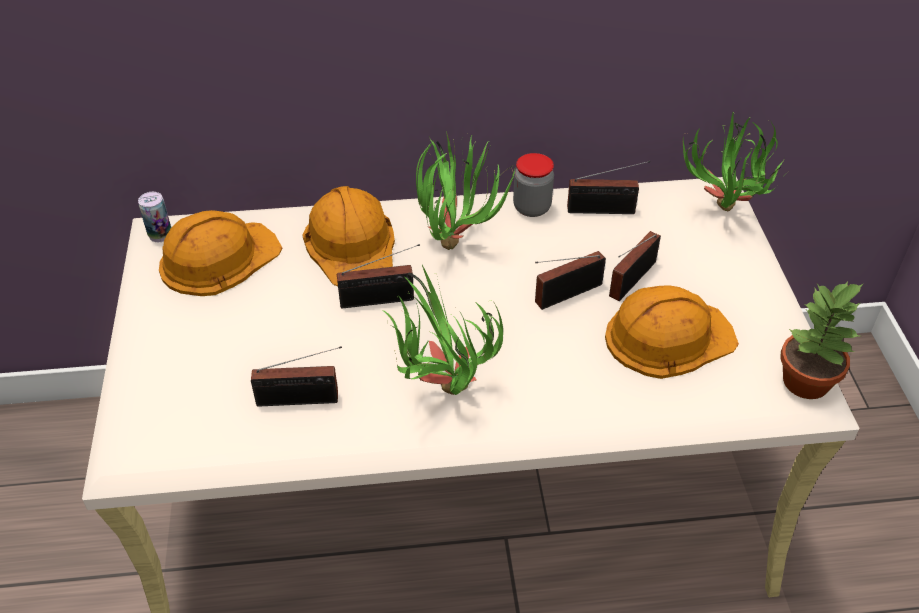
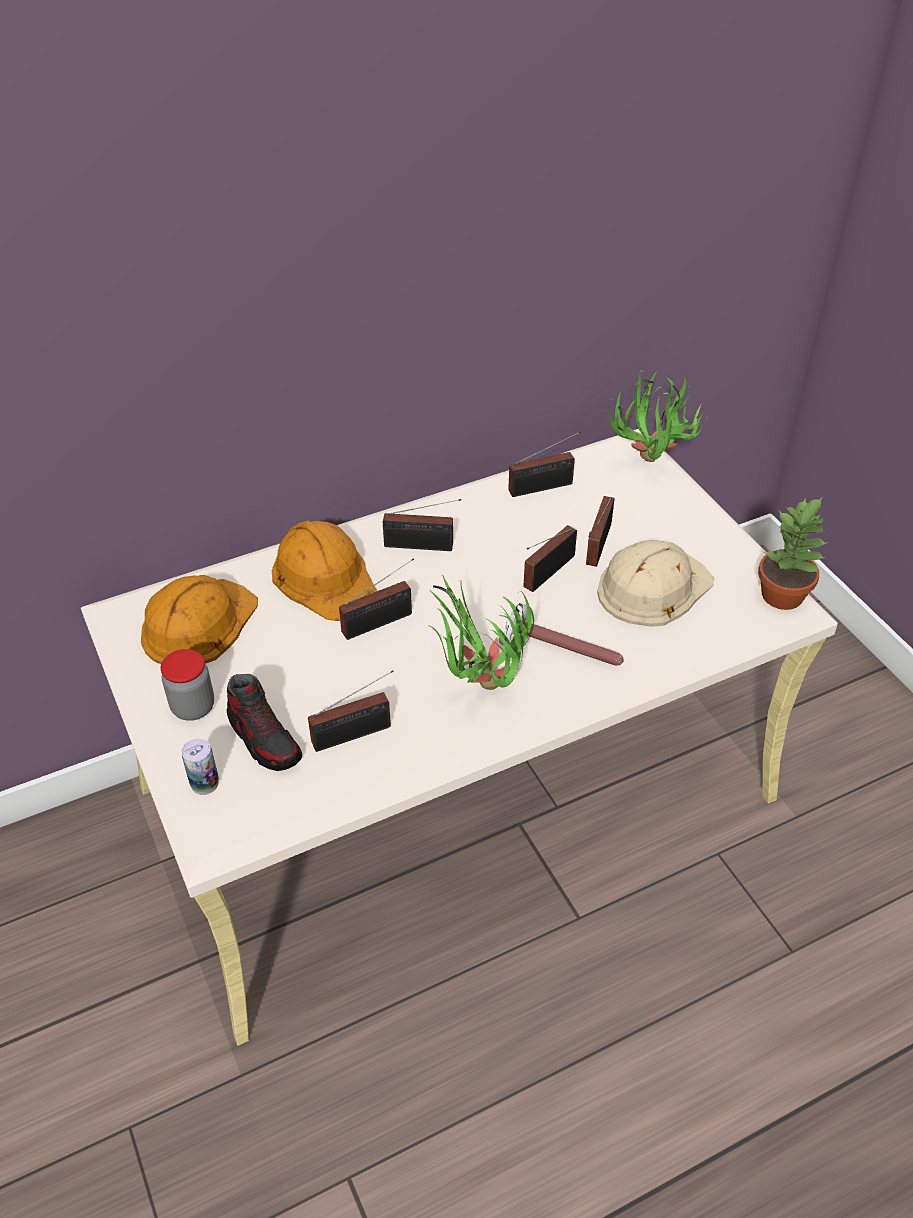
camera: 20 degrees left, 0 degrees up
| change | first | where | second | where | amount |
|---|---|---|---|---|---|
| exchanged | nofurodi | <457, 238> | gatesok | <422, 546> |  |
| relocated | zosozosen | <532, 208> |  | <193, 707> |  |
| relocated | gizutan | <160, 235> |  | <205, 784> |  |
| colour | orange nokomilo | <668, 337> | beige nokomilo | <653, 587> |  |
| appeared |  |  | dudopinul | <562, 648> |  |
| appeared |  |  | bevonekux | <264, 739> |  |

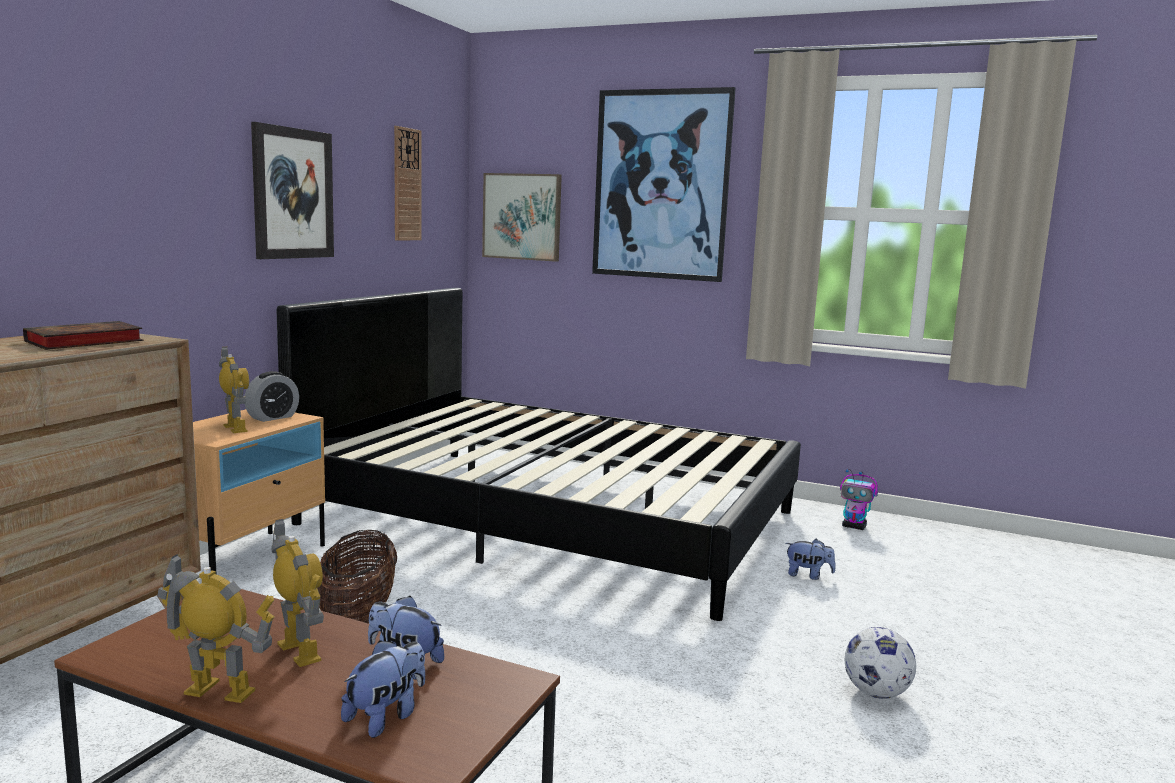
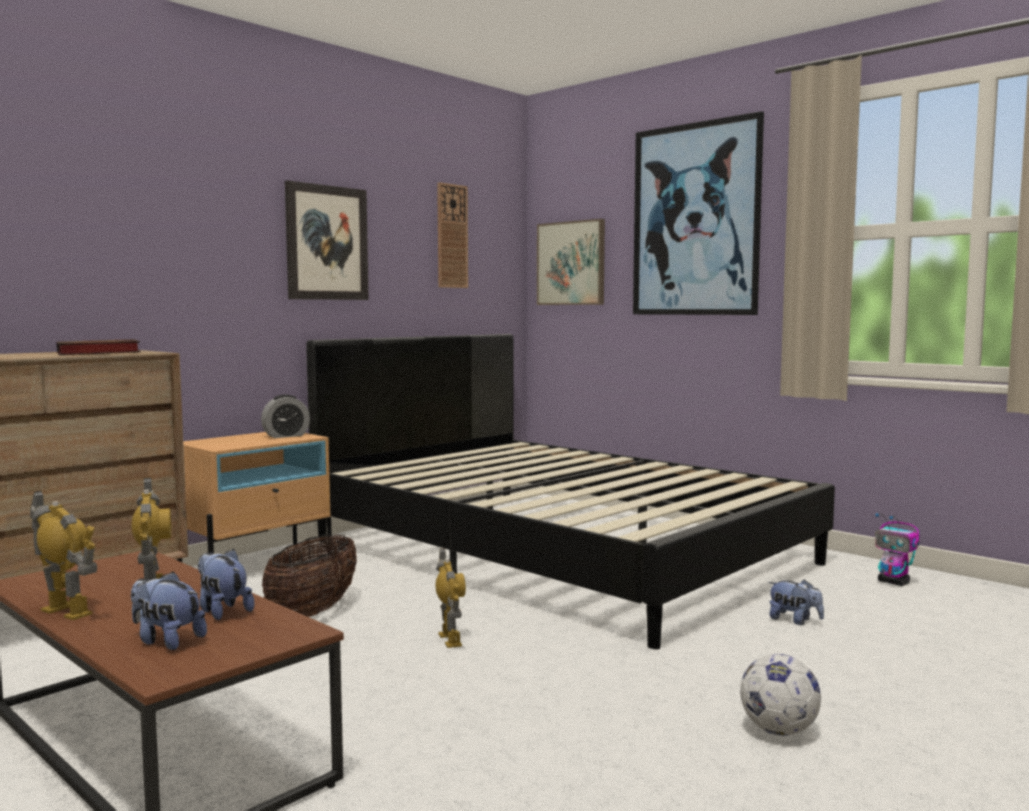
camera: 20 degrees right, 5 degrees down
| change | first | where | second | where | amount |
|---|---|---|---|---|---|
| relocated | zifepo | <235, 428> |  | <450, 639> |  |
| spun | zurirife | <386, 716> |  | <166, 641> | 120 degrees counterclockwise |

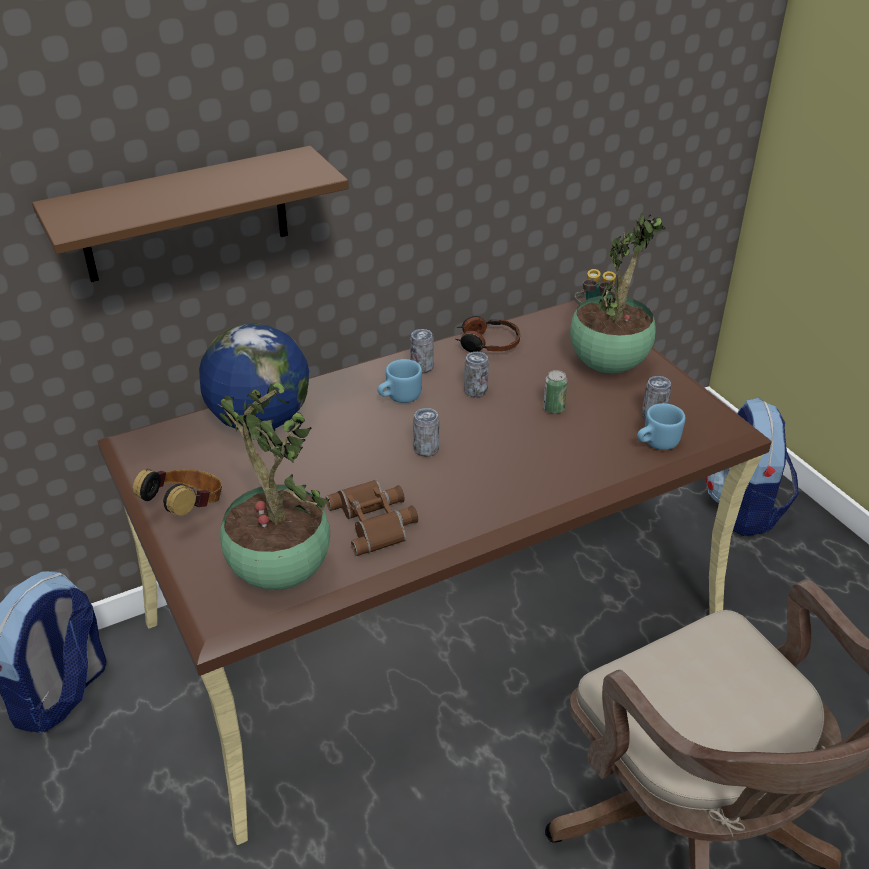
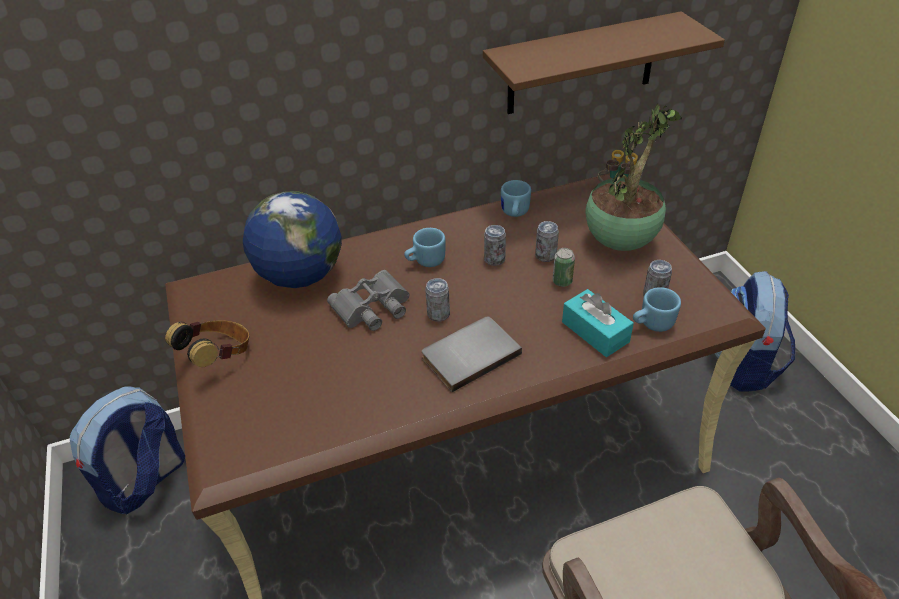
camera: 10 degrees right, 5 degrees up
| change | first | where | second | where | amount |
|---|---|---|---|---|---|
| relocated | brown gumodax | <185, 215> |  | <582, 64> |  |
| exchanged | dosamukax | <487, 343> | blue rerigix | <514, 213> |  |
| relocated | gizutan | <422, 368> |  | <545, 256> |  |
| missing | nofurodi | <278, 571> |  |  |  |
| missing | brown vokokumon | <375, 521> |  |  |  |
| appeared |  |  | grey vokokumon | <373, 308> |  |
| appeared |  |  | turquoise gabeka | <595, 332> |  |
| appeared |  |  | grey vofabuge | <469, 354> |  |

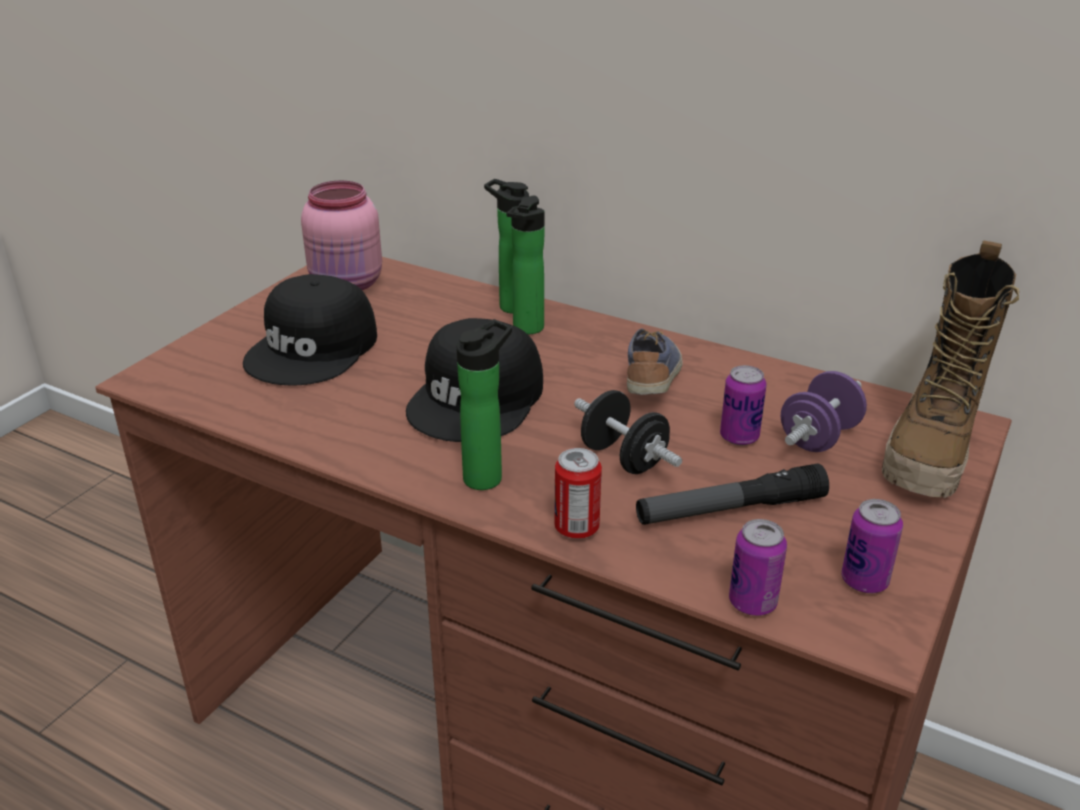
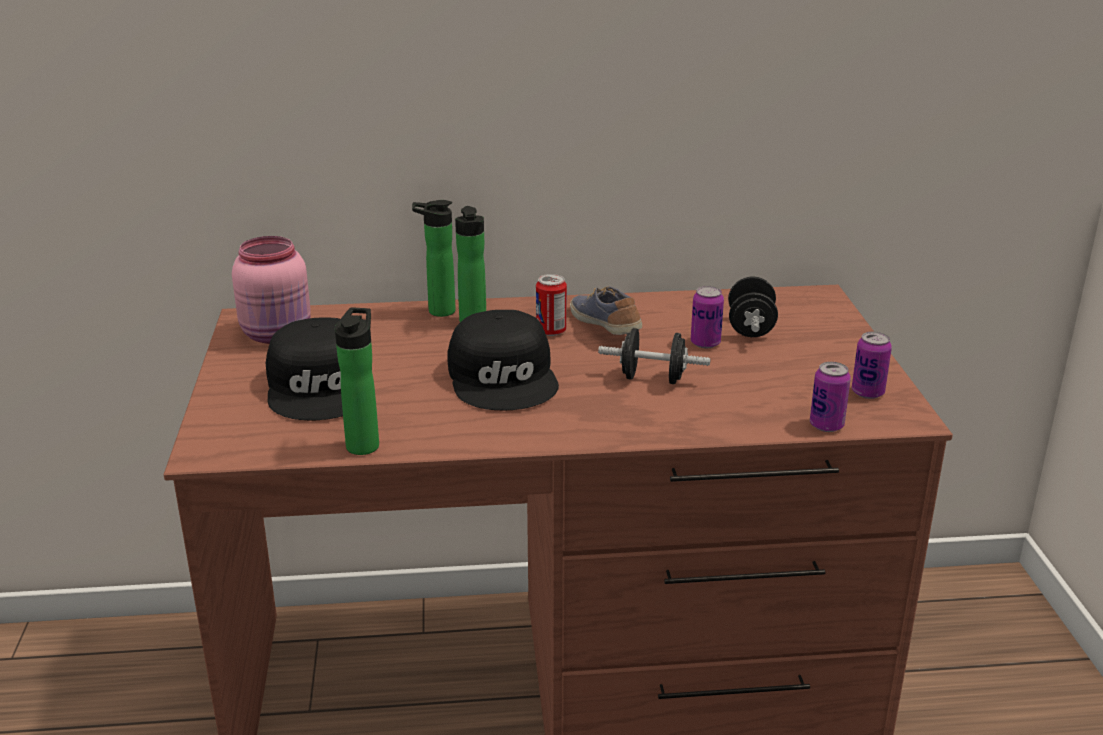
camera: 35 degrees left, 5 degrees down
| change | first | where | second | where | amount |
|---|---|---|---|---|---|
| missing | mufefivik | <931, 453> |  |  |  |
| relocated | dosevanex | <487, 476> |  | <364, 444> |  |
| colour | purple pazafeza | <819, 437> | black pazafeza | <750, 328> |  |
| relocated | gizutan | <576, 528> |  | <551, 331> |  |
| missing | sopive | <730, 509> |  |  |  |

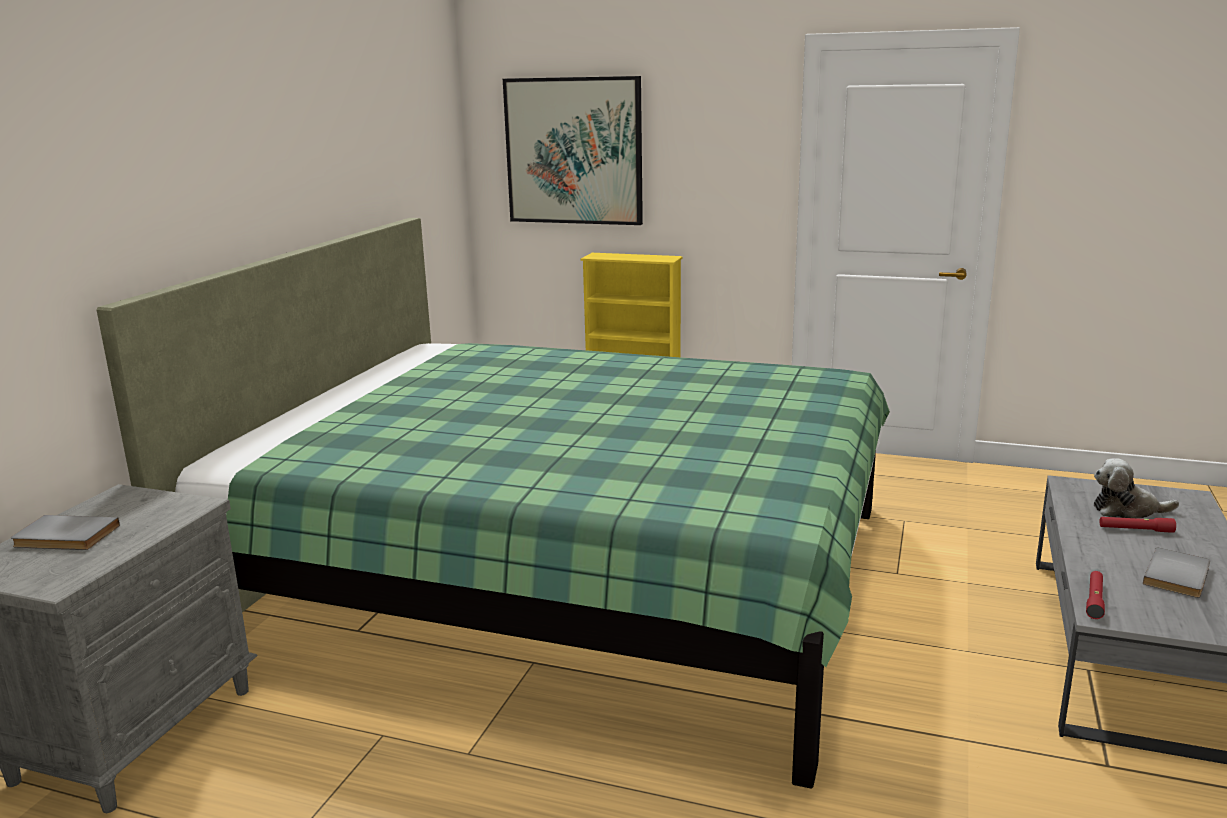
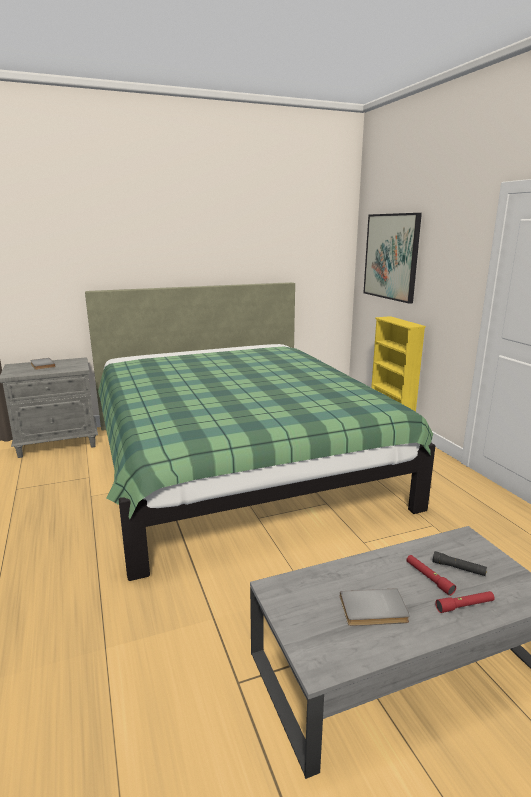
camera: 50 degrees right, 0 degrees up
| change | first | where | second | where | amount |
|---|---|---|---|---|---|
| exchanged | zurirife | <1127, 510> | black sopive | <458, 568> |  |
| relocated | red sopive | <1094, 600> |  | <464, 606> |  |

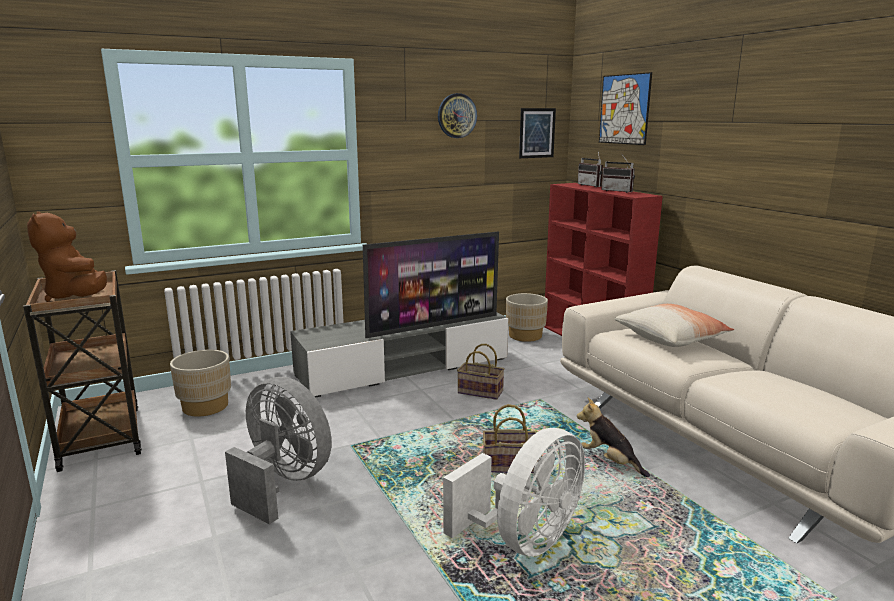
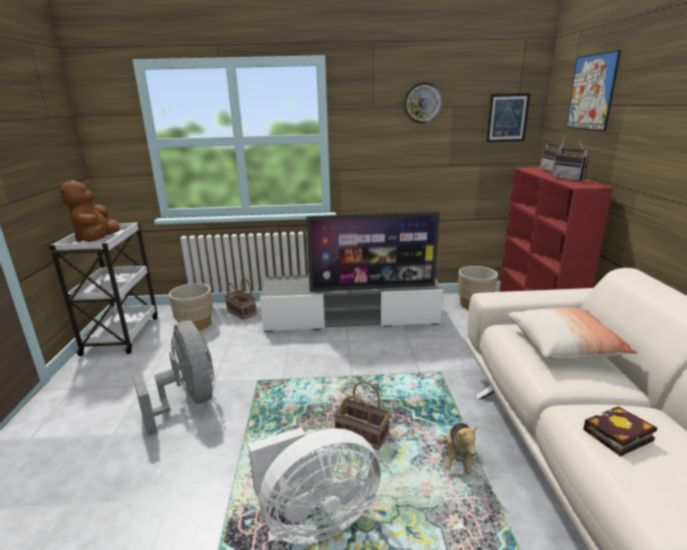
camera: 25 degrees right, 5 degrees up
| change | first | where | second | where | amount |
|---|---|---|---|---|---|
| colour | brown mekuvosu | <101, 436> | white mekuvosu | <122, 334> |  |
| relocated | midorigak | <479, 392> |  | <240, 312> |  |
| spun | zurirife | <609, 461> |  | <458, 457> | 150 degrees counterclockwise |
| appeared |  |  | vofabuge | <617, 436> |  |

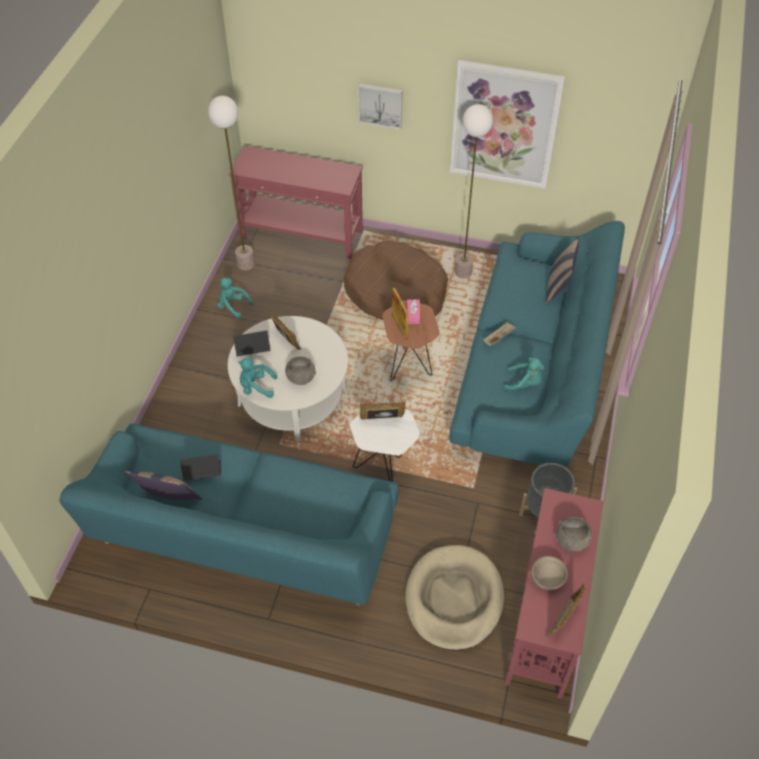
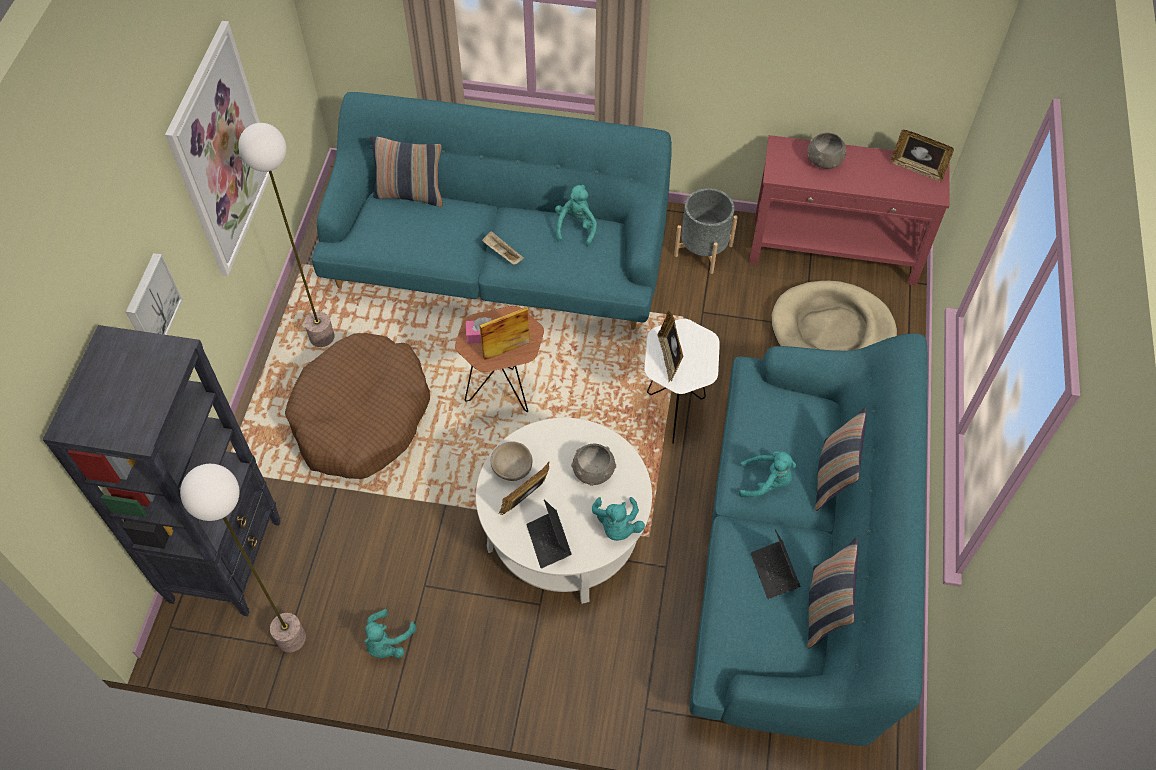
camera: 95 degrees left, 5 degrees up
| change | first | where | second | where | amount |
|---|---|---|---|---|---|
| exchanged | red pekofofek | <301, 235> | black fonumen | <226, 560> |  |
| relocated | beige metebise | <547, 578> |  | <511, 468> |  |
| appeared |  |  | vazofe | <832, 477> |  |
| appeared |  |  | turquoise zurirife | <766, 482> |  |

